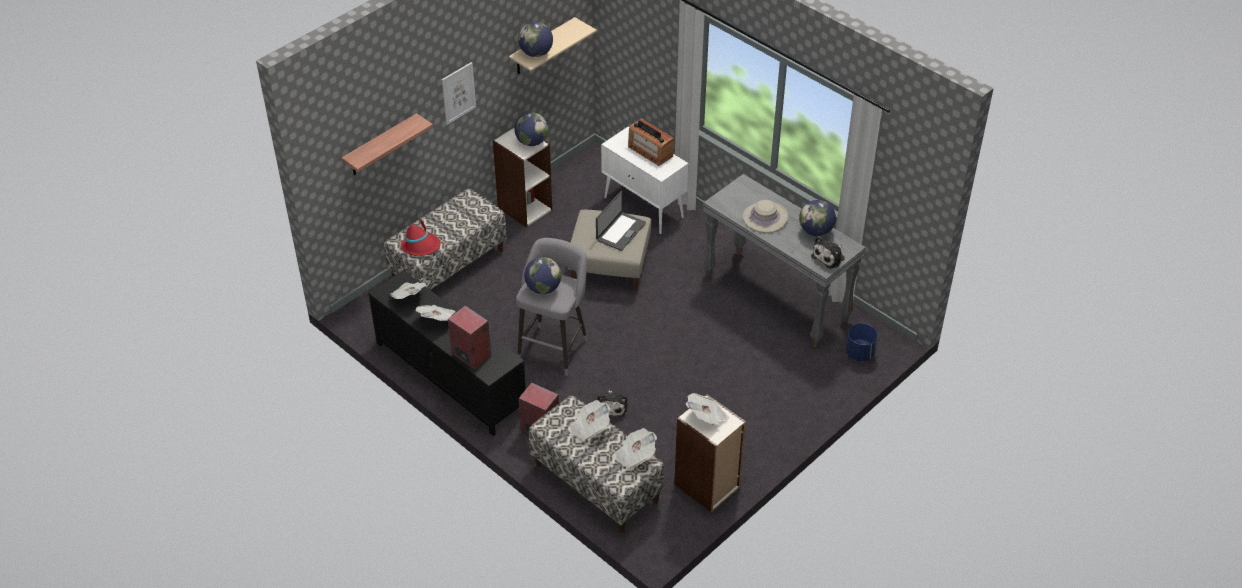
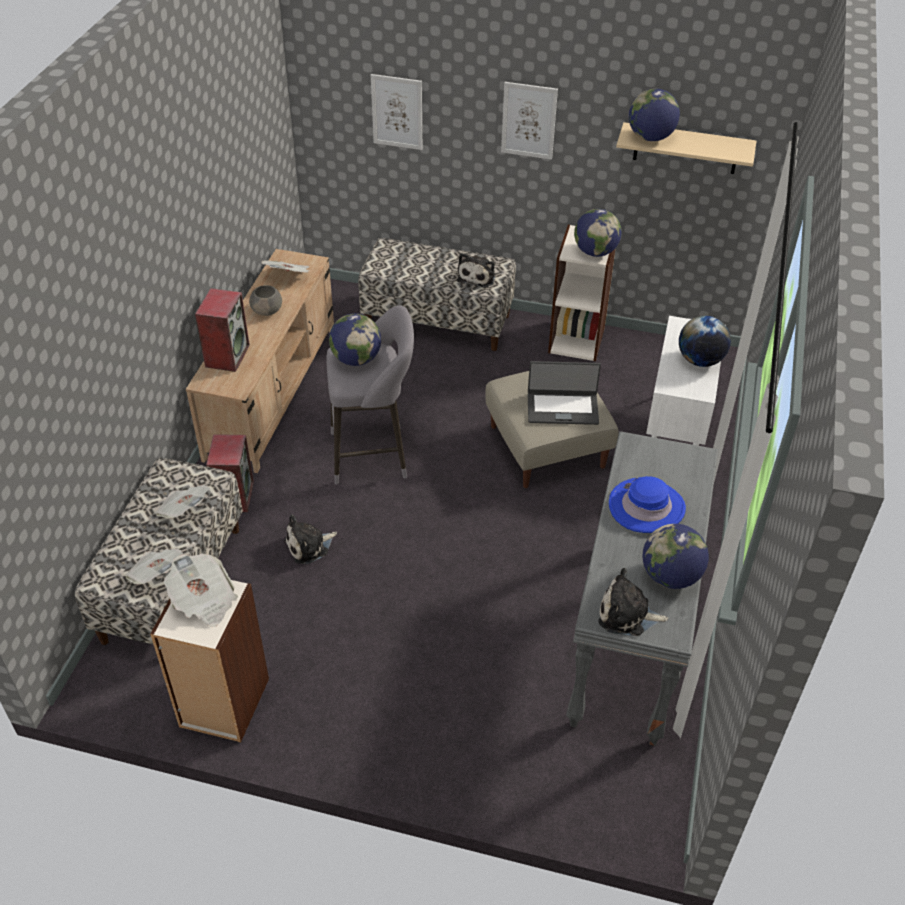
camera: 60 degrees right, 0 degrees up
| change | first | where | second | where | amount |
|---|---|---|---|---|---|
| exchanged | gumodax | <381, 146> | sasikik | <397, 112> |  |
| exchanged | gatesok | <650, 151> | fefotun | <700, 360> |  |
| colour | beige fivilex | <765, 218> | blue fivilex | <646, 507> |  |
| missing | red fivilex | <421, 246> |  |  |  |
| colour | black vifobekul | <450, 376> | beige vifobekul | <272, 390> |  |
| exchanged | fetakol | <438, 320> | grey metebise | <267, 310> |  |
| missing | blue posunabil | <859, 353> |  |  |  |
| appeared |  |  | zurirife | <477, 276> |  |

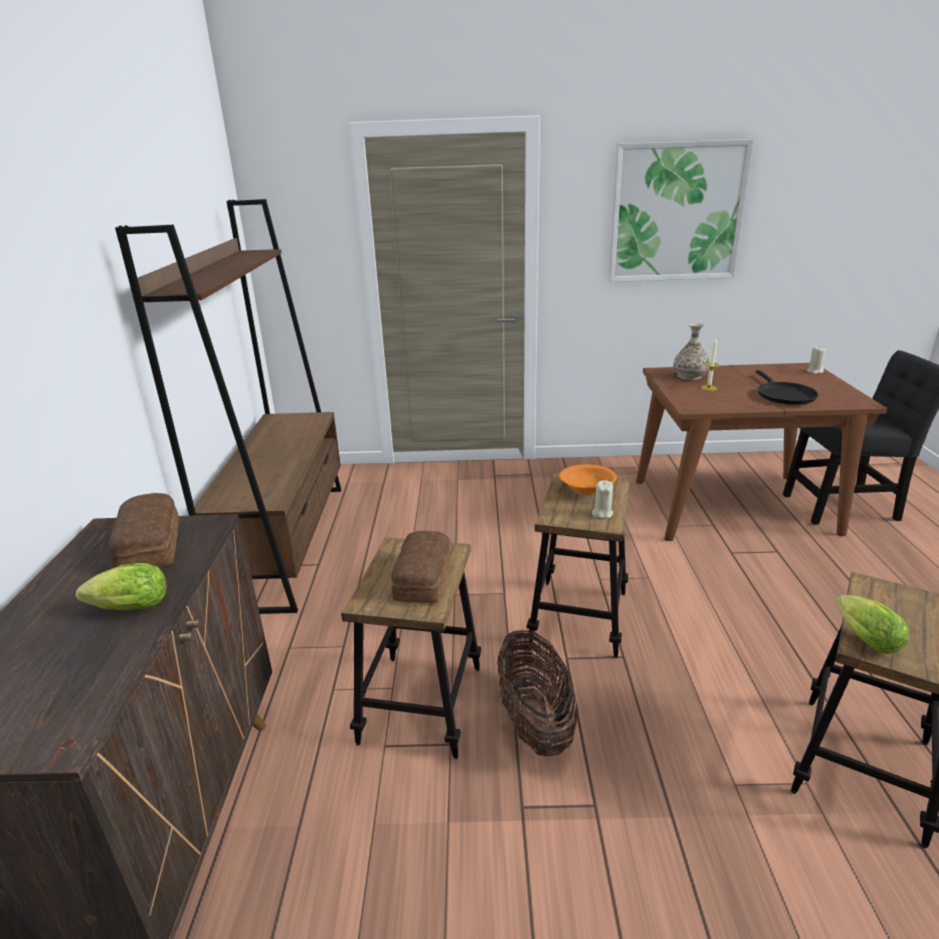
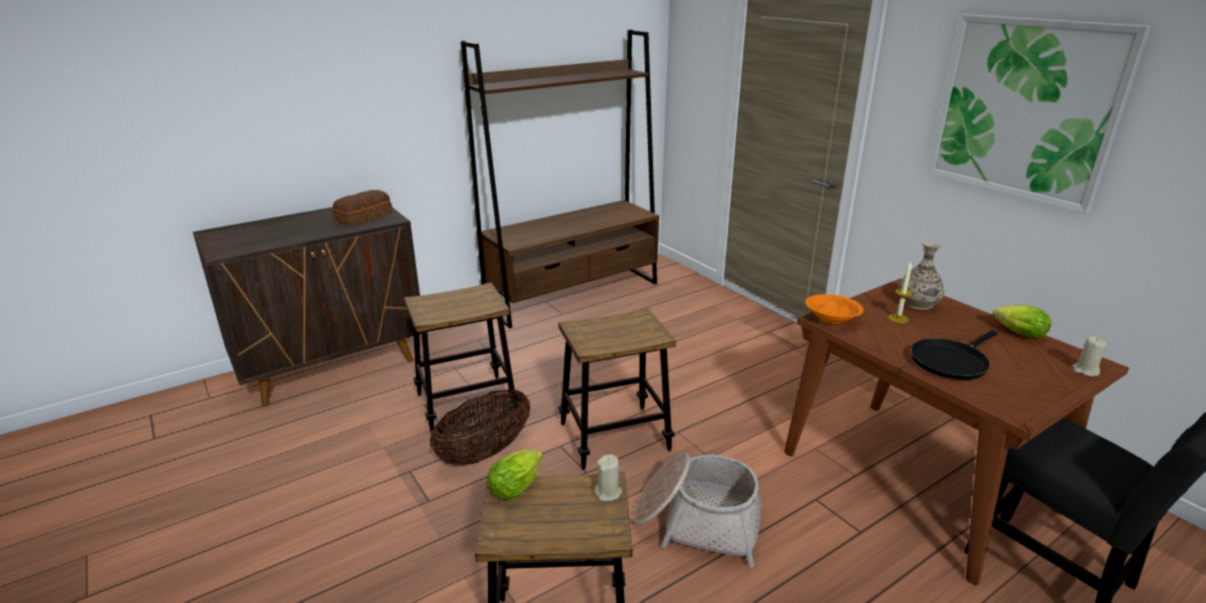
camera: 55 degrees right, 0 degrees up
| change | first | where | second | where | amount |
|---|---|---|---|---|---|
| relocated | orange metebise | <587, 490> |  | <831, 319> |  |
| relocated | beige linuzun | <602, 513> |  | <608, 492> |  |
| missing | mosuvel | <421, 579> |  |  |  |
| relocated | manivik | <127, 609> |  | <1016, 333> |  |
| appeared |  |  | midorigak | <697, 522> |  |

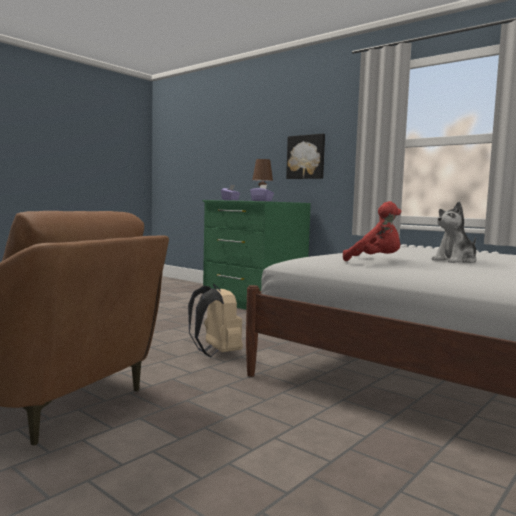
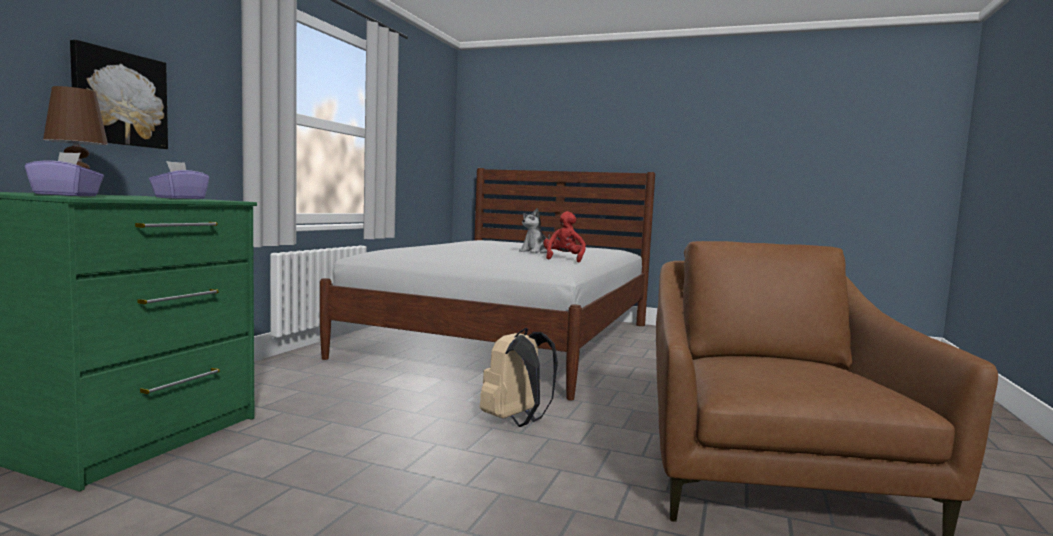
camera: 110 degrees left, 0 degrees up
| change | first | where | second | where | amount |
|---|---|---|---|---|---|
| spun | zurirife | <455, 261> |  | <535, 251> | 90 degrees clockwise |

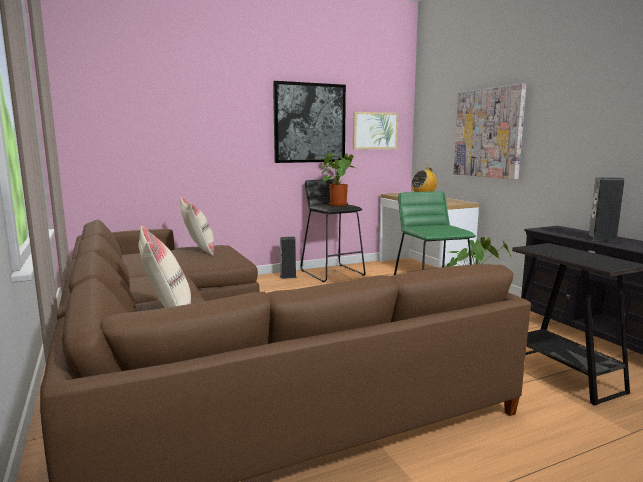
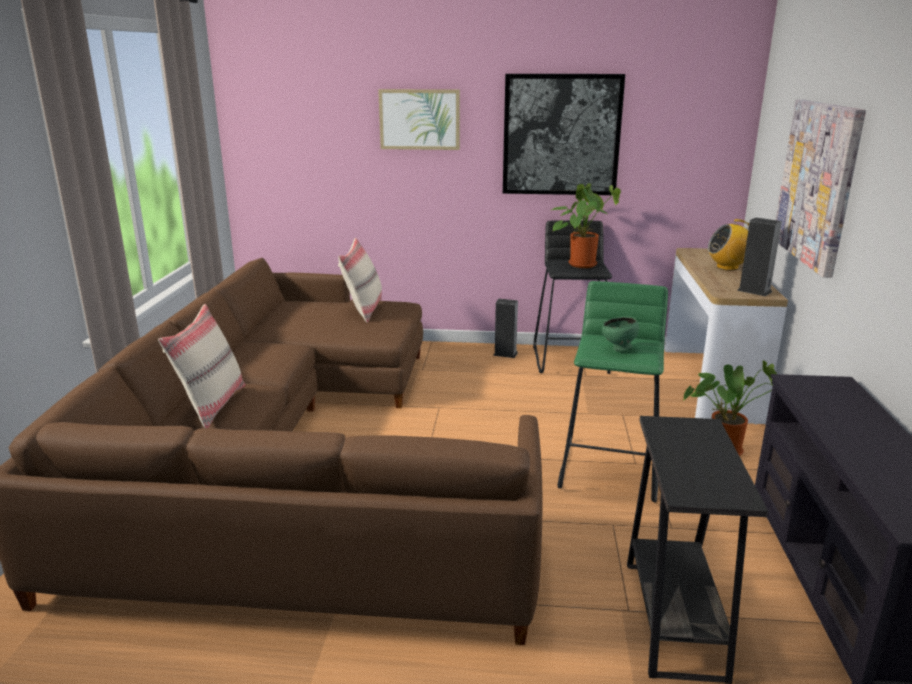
camera: 30 degrees right, 10 degrees up
| change | first | where | second | where | amount |
|---|---|---|---|---|---|
| relocated | sasikik | <375, 131> |  | <419, 119> |  |
| relocated | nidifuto | <602, 239> |  | <754, 291> |  |
| appeared |  |  | green metebise | <619, 349> |  |

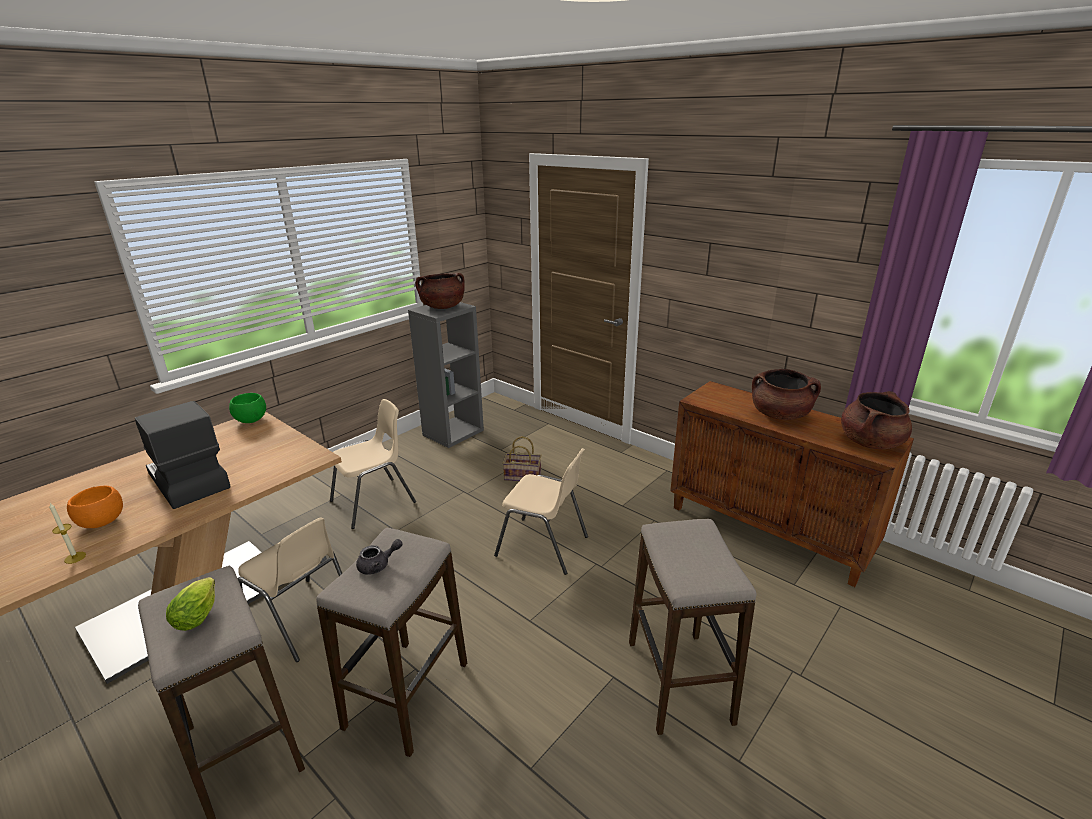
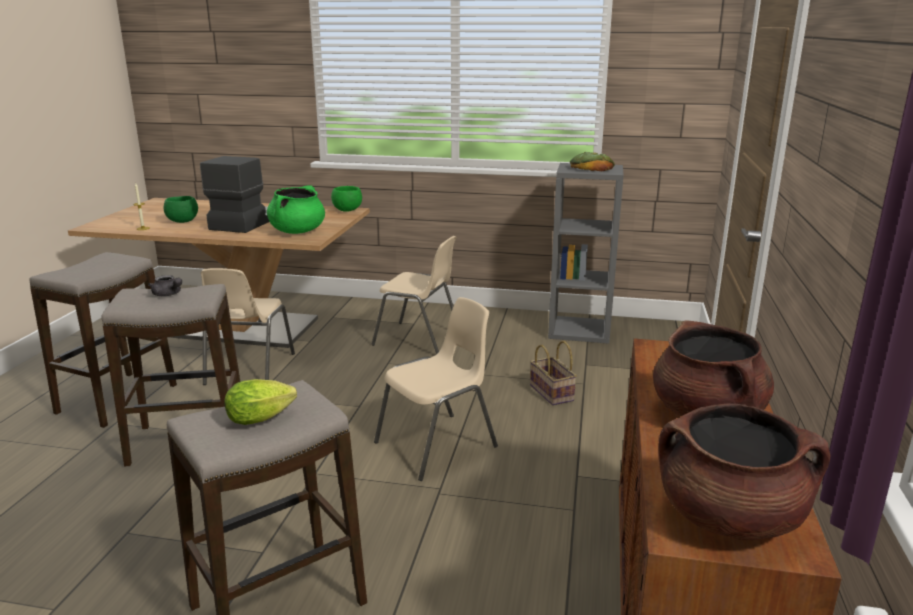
camera: 60 degrees right, 5 degrees down
| change | first | where | second | where | amount |
|---|---|---|---|---|---|
| exchanged | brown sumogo | <442, 307> | mosuvel | <592, 168> |  |
| spun | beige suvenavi | <543, 546> |  | <438, 445> | 120 degrees counterclockwise |
| colour | orange metebise | <102, 522> | green metebise | <183, 222> |  |
| relocated | manivik | <199, 614> |  | <264, 418> |  |
| appeared |  |  | green sumogo | <297, 231> |  |

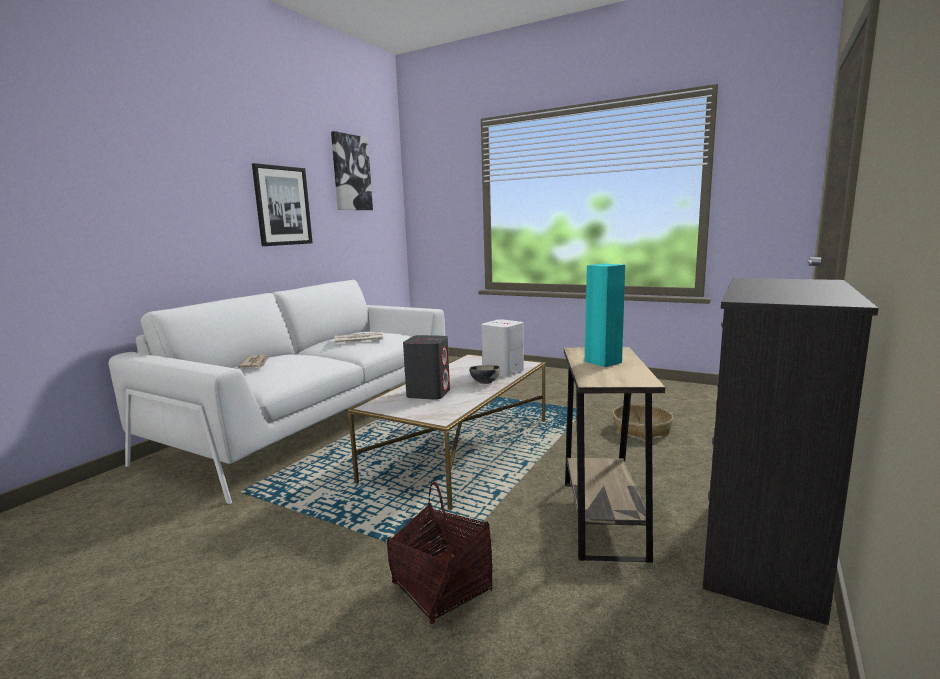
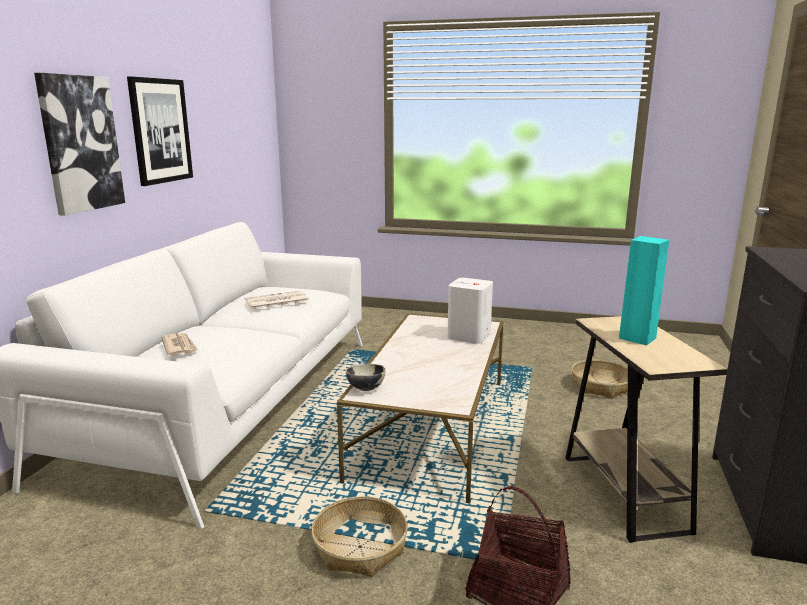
camera: 15 degrees left, 5 degrees up
| change | first | where | second | where | amount |
|---|---|---|---|---|---|
| relocated | sasikik | <351, 173> |  | <80, 143> |  |
| missing | grey nidifuto | <428, 393> |  |  |  |
| relocated | metebise | <484, 383> |  | <365, 388> |  |
| appeared |  |  | midorigak | <360, 547> |  |

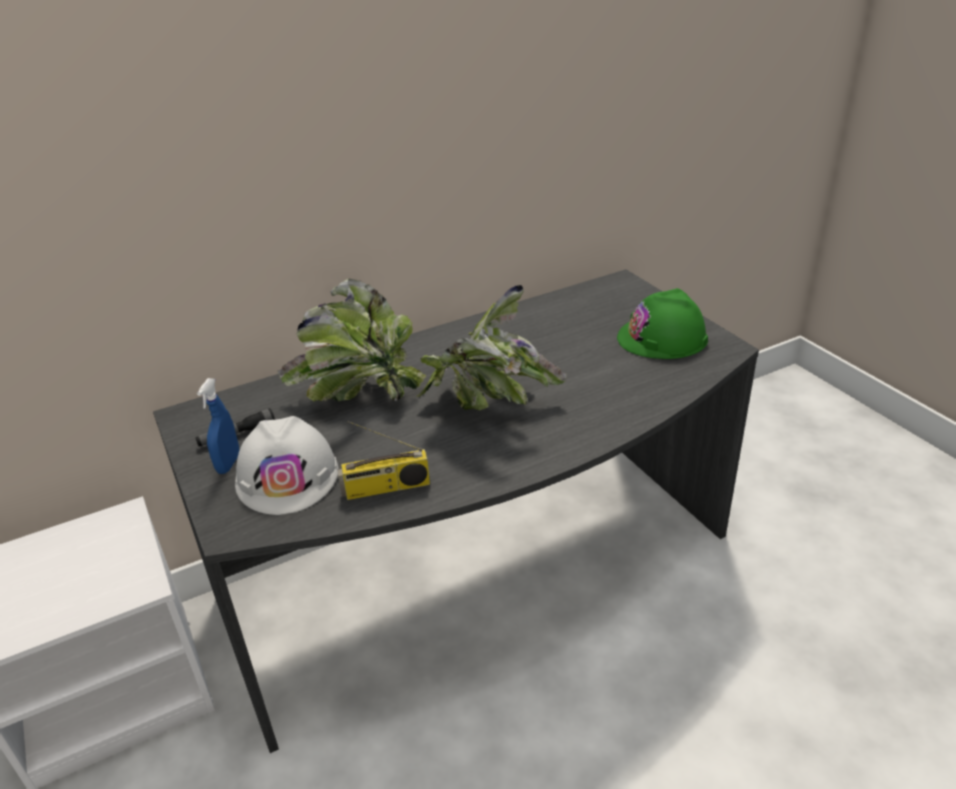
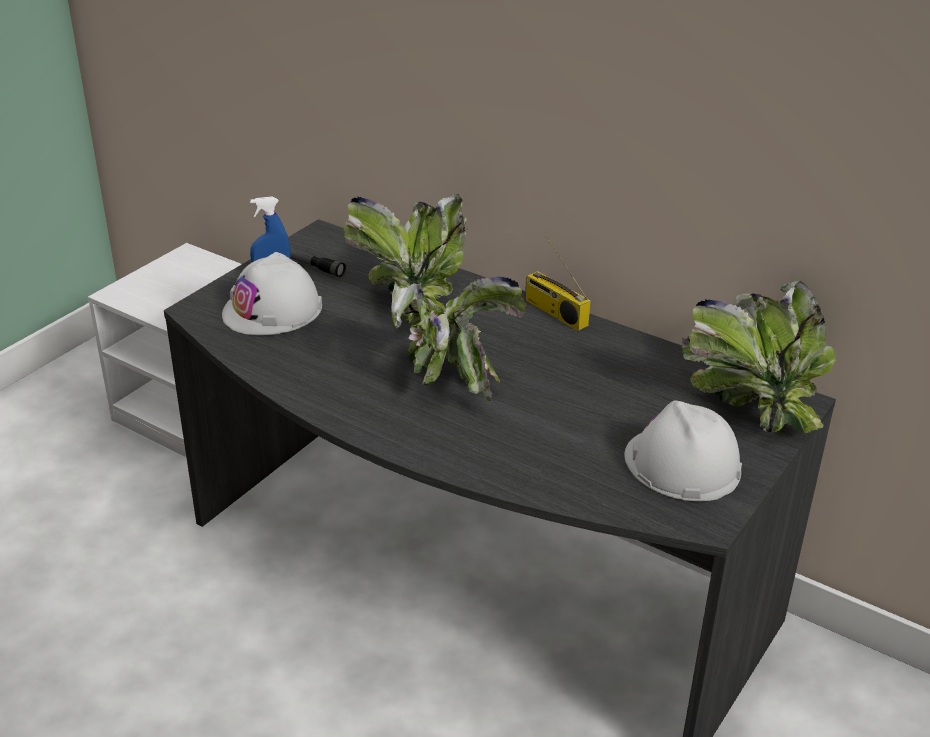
camera: 60 degrees right, 0 degrees up
| change | first | where | second | where | amount |
|---|---|---|---|---|---|
| colour | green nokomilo | <662, 338> | white nokomilo | <682, 464> |  |
| relocated | gatesok | <386, 488> |  | <554, 313> |  |
| appeared |  |  | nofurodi | <749, 404> |  |

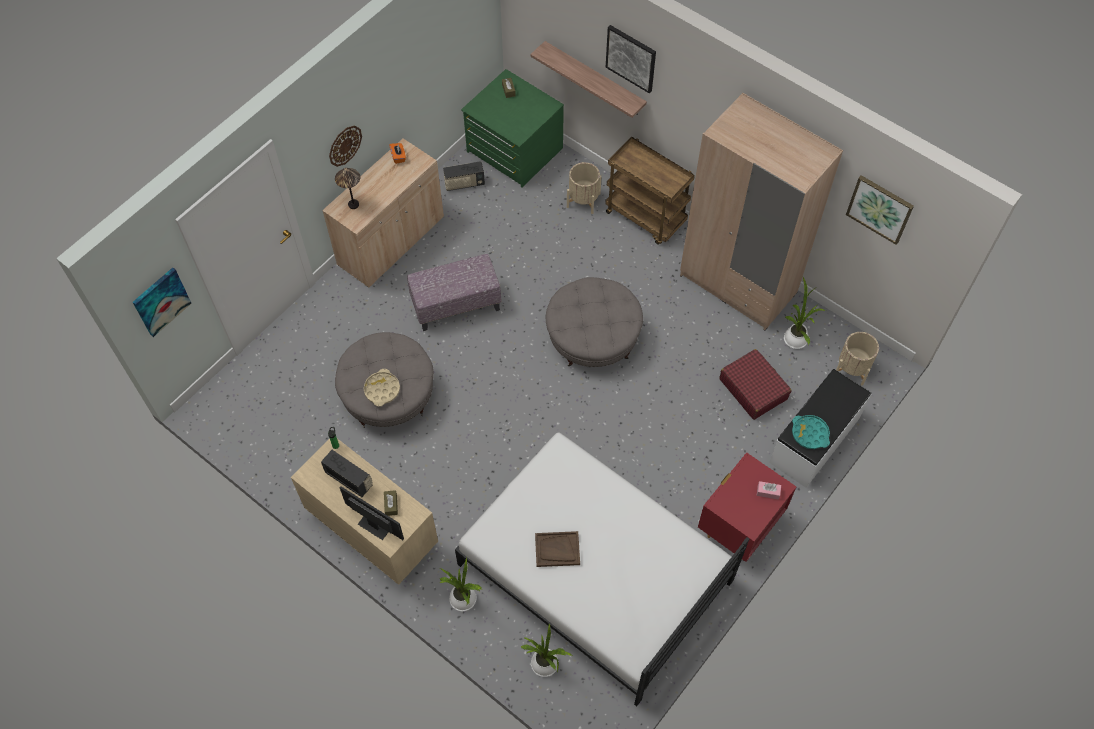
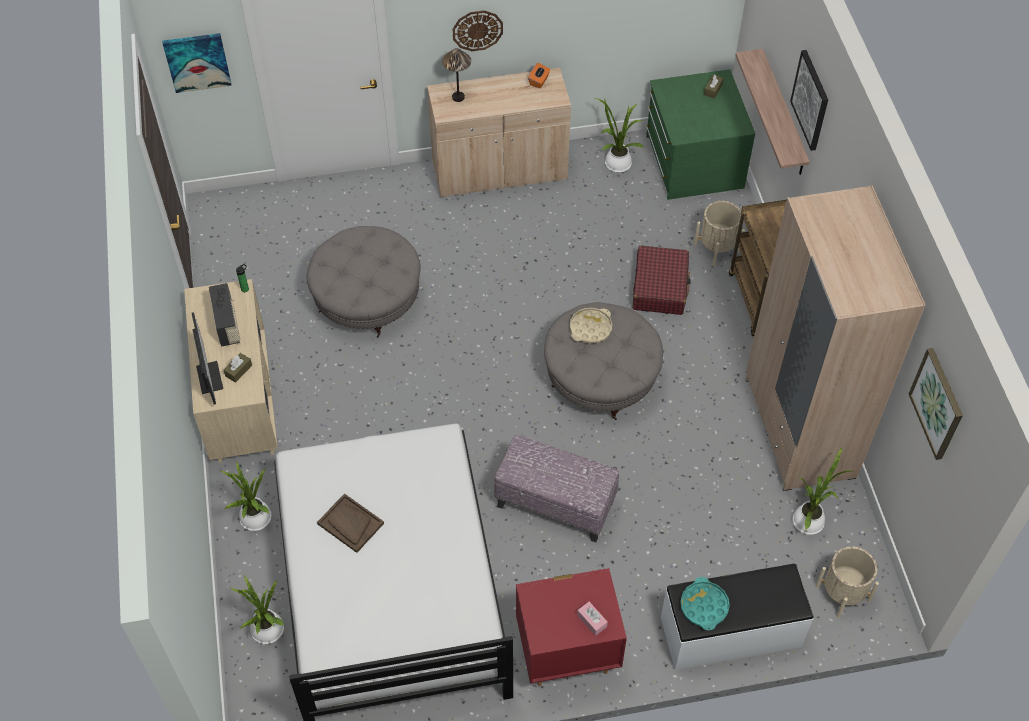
camera: 40 degrees right, 5 degrees down
| change | first | where | second | where | amount |
|---|---|---|---|---|---|
| exchanged | gatesok | <464, 184> | nofurodi | <616, 163> |  |
| relocated | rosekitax | <456, 305> |  | <554, 504> |  |
| relocated | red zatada | <753, 388> |  | <660, 287> |  |
| relocated | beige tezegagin | <382, 389> |  | <590, 328> |  |

